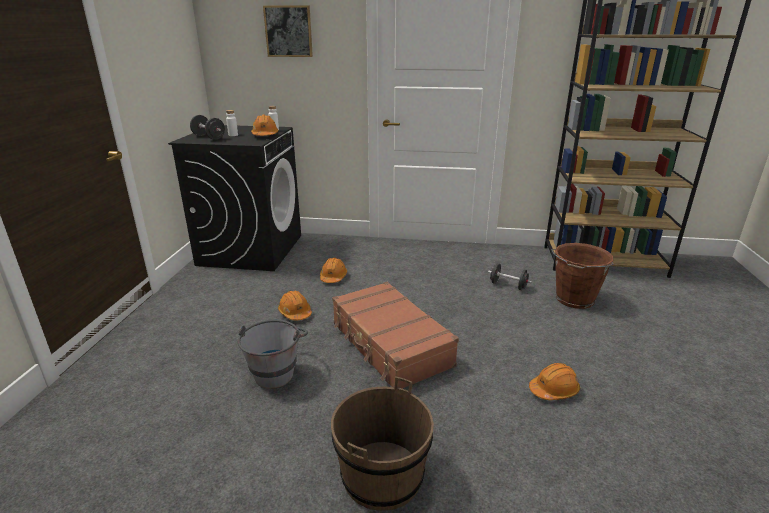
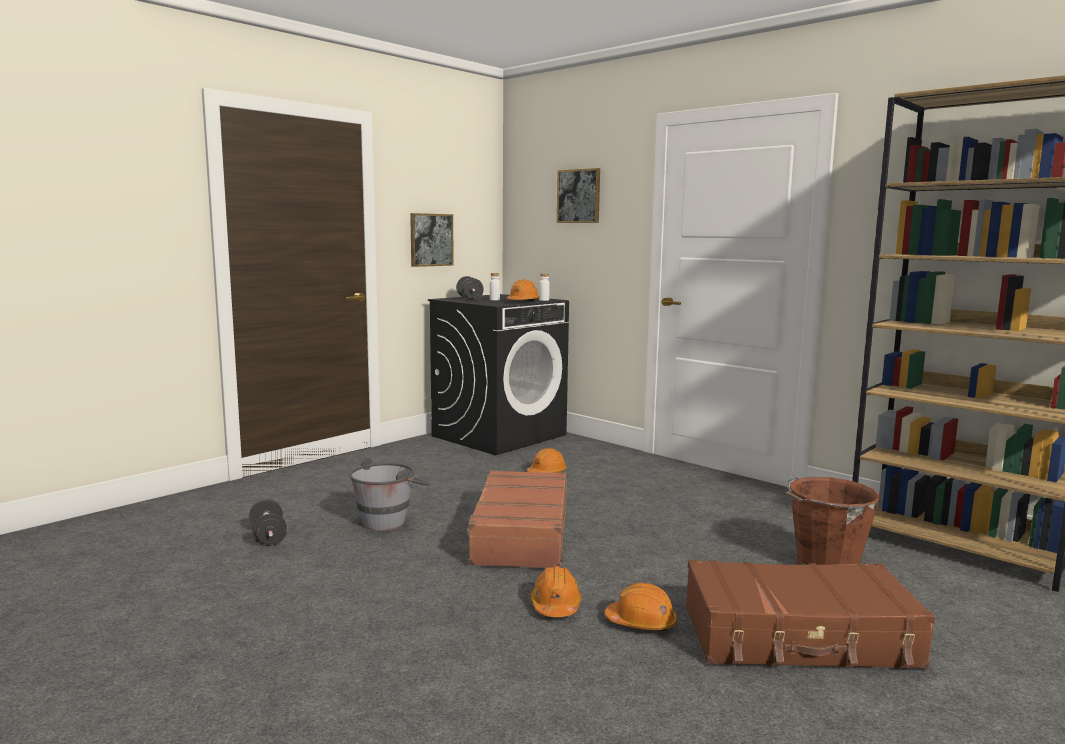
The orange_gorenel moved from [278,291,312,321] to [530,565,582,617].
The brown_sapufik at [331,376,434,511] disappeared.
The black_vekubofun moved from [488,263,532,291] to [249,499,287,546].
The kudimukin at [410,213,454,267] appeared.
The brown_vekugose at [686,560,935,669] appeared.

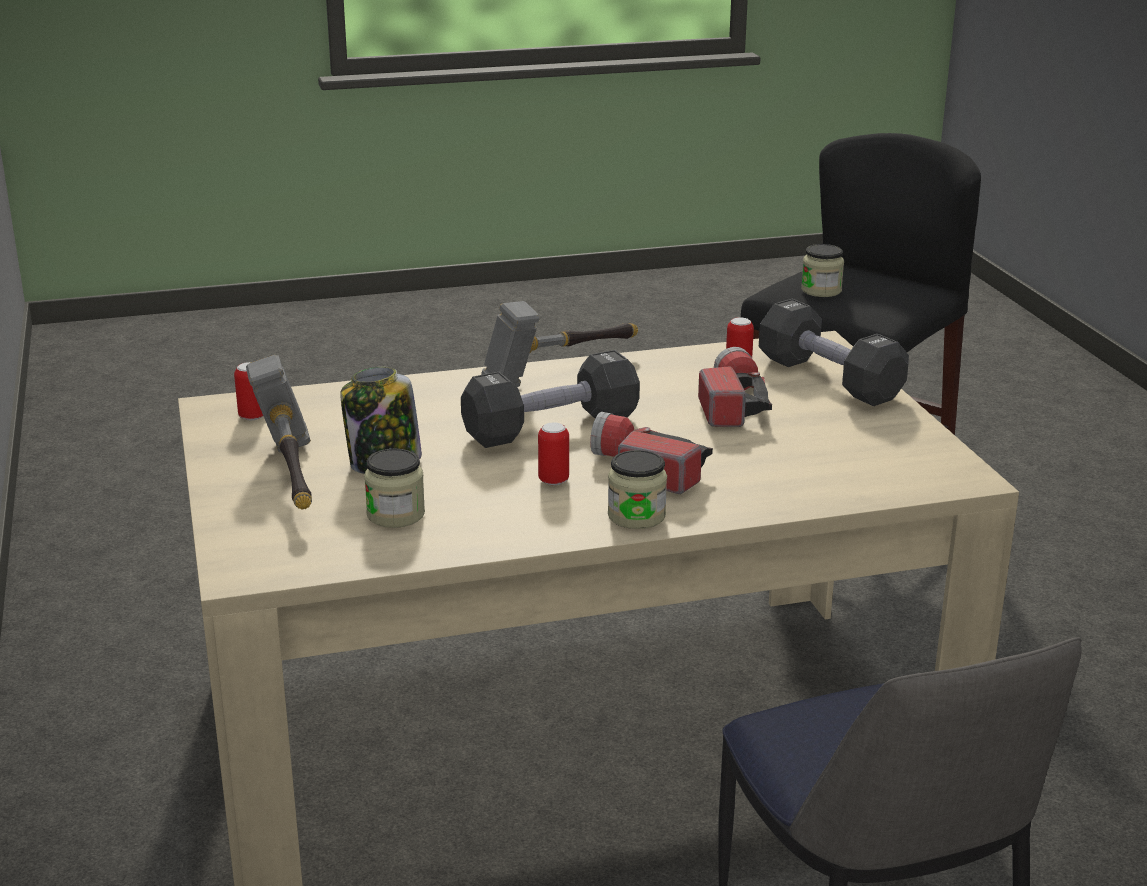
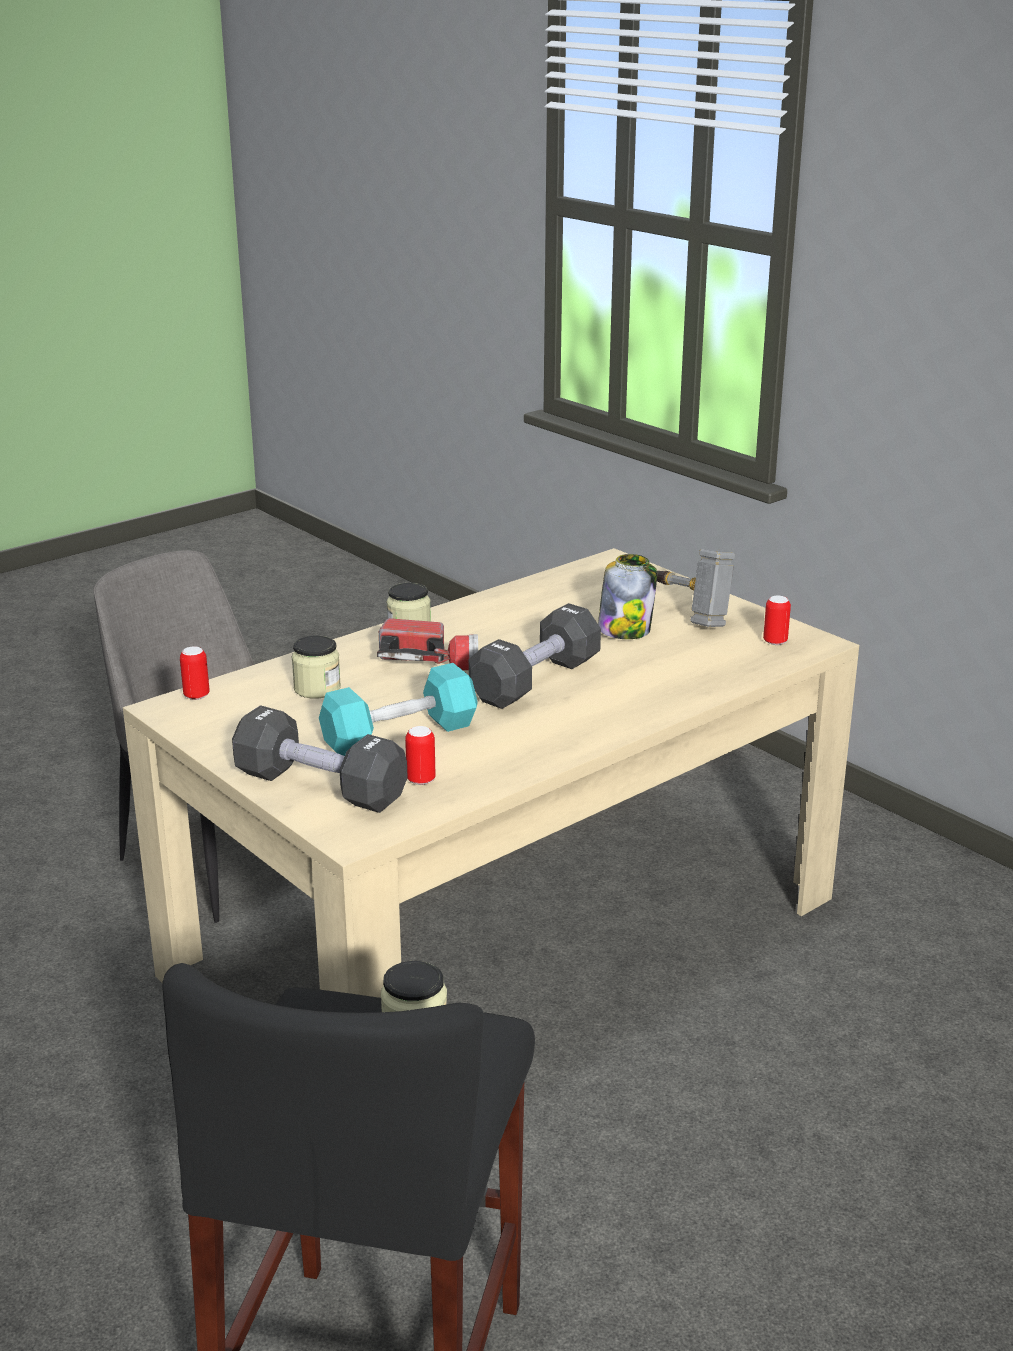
The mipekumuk moved from [364,449,425,528] to [292,636,341,698].
The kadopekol at [481,301,638,387] disappeared.
The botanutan moved from [538,422,569,485] to [180,646,210,700].
The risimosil at [698,347,772,427] was replaced by the turquoise_vekubofun at [319,663,478,756].

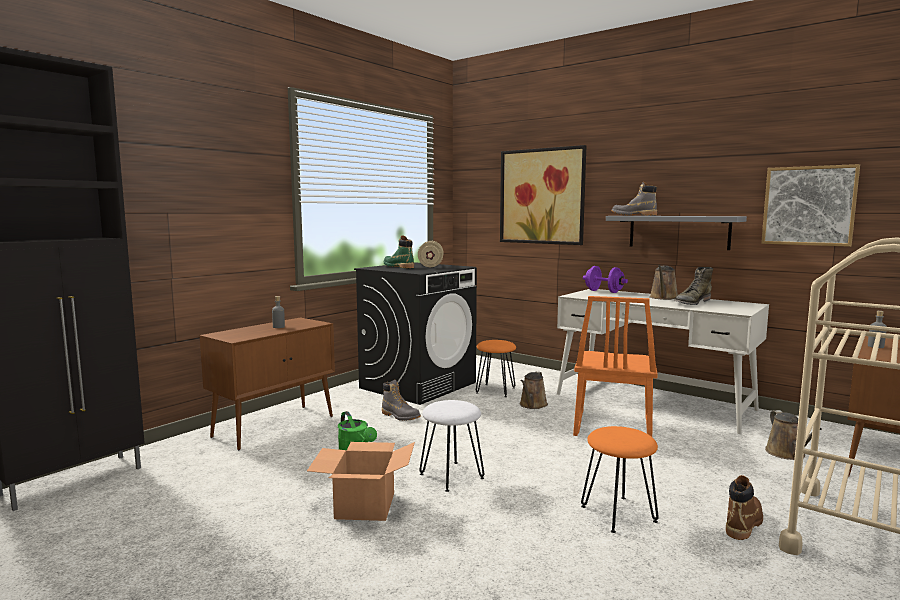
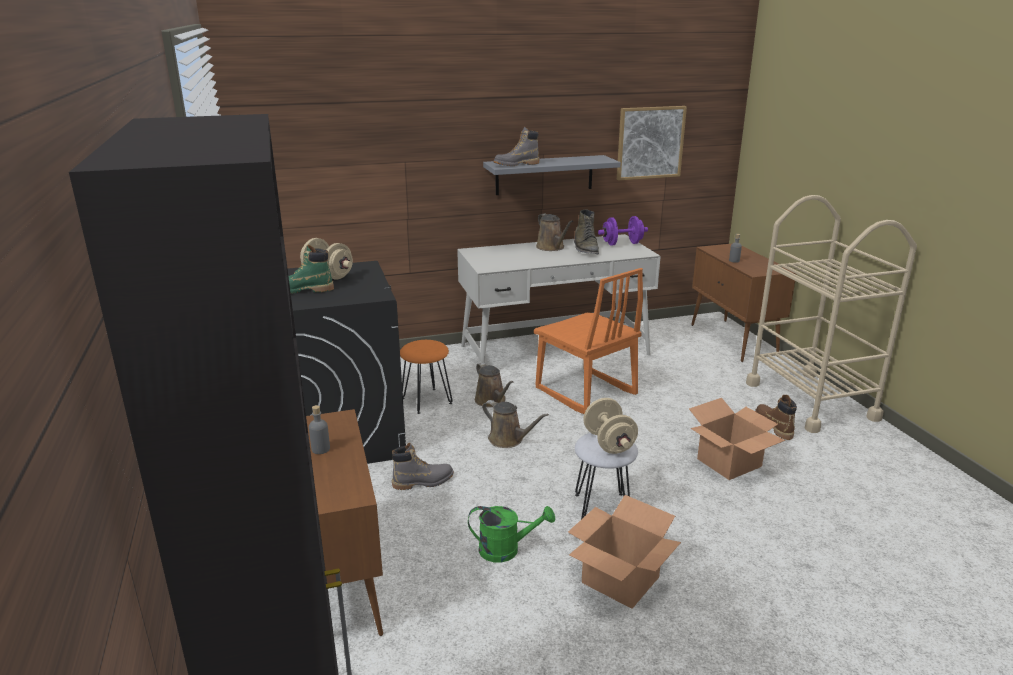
The kudimukin at [500,145,586,245] disappeared.
The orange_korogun at [581,426,659,533] was replaced by the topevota at [689,398,785,480].
The purple_vekubofun moved from [583,266,628,293] to [598,216,648,246].
The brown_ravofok moved from [765,410,822,460] to [482,400,549,448].
The beige_vekubofun at [583,398,638,454] appeared.

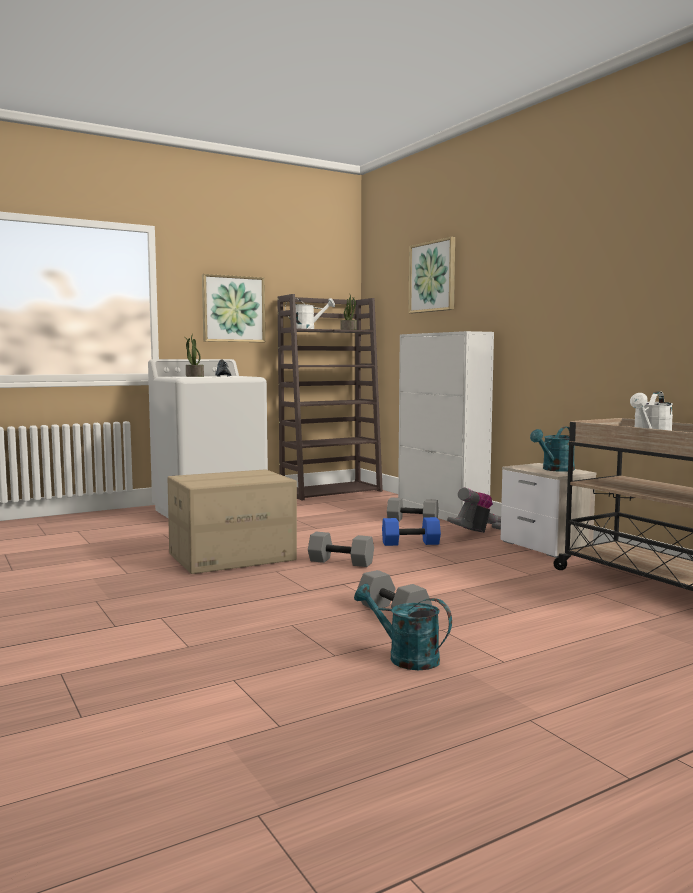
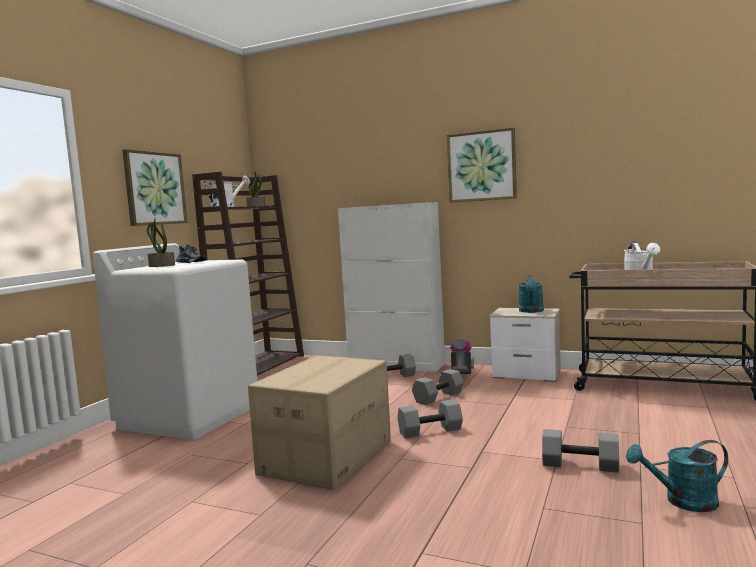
The blue_vekubofun at [382,517,441,546] became the grey_vekubofun at [412,369,464,405].
The kudimukin moved from [409,237,455,313] to [447,127,517,203].

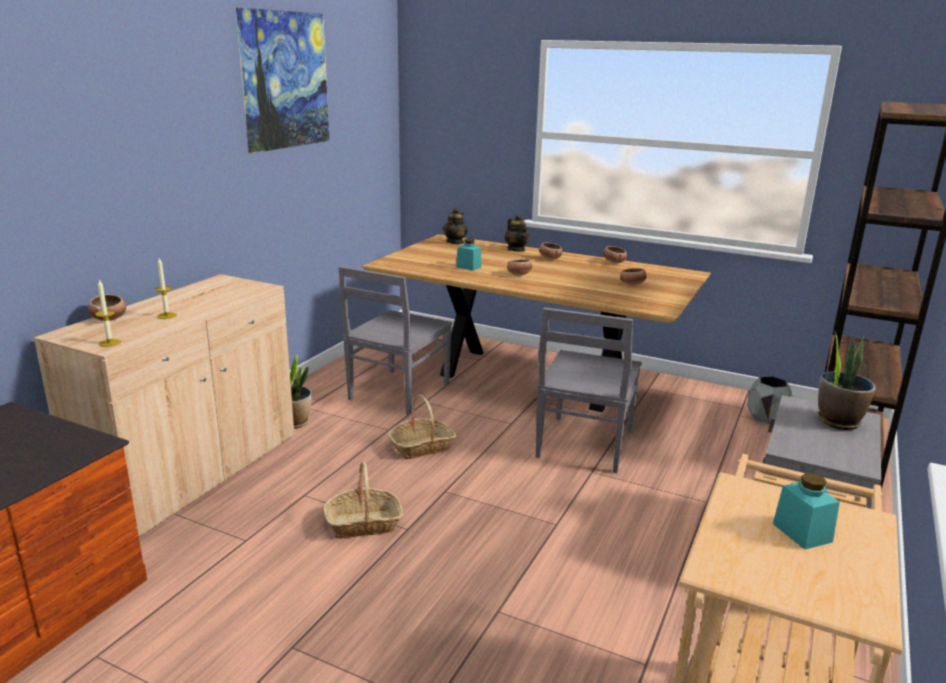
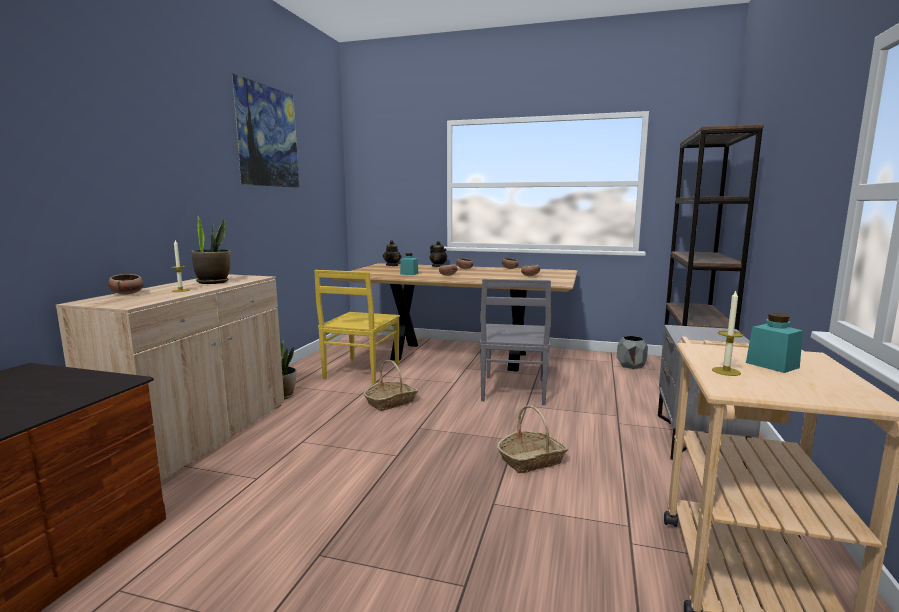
The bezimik moved from [95,279,121,347] to [712,290,743,376].
The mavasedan moved from [323,462,403,539] to [497,405,568,473].
The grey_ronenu at [338,266,453,415] became the yellow_ronenu at [314,270,400,384].
The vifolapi moved from [817,330,876,430] to [191,216,231,284].

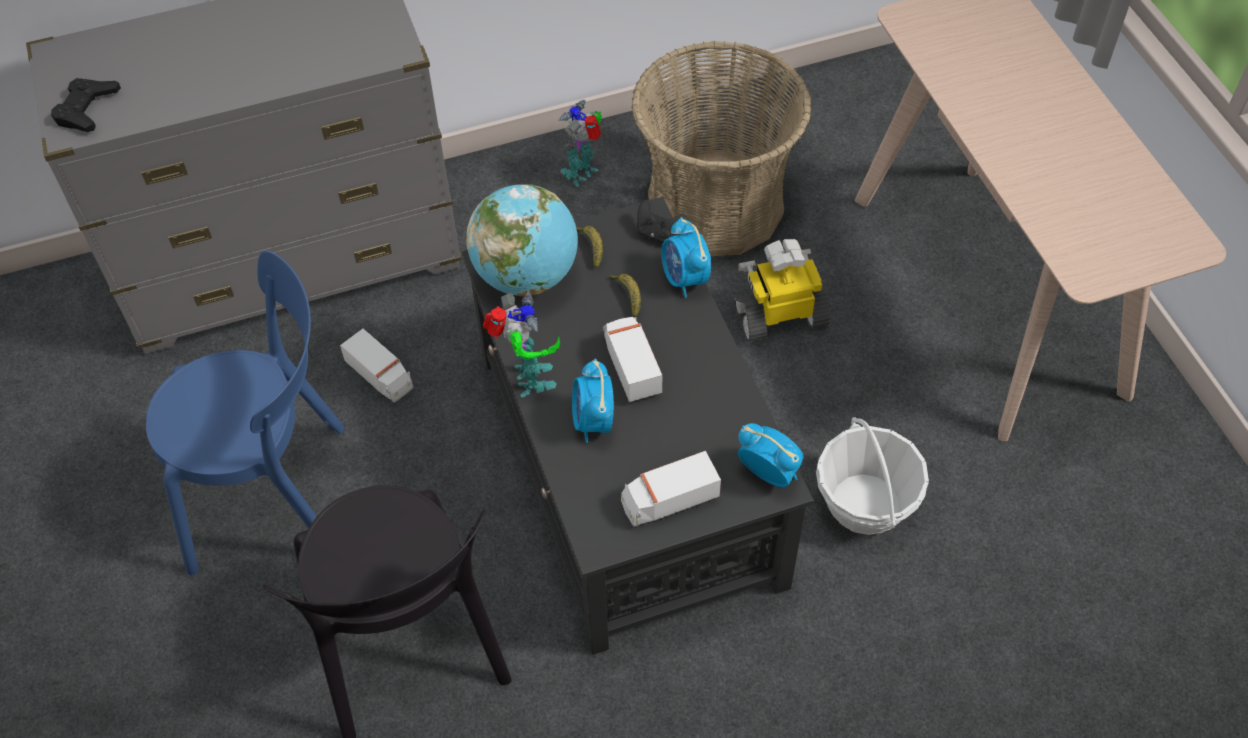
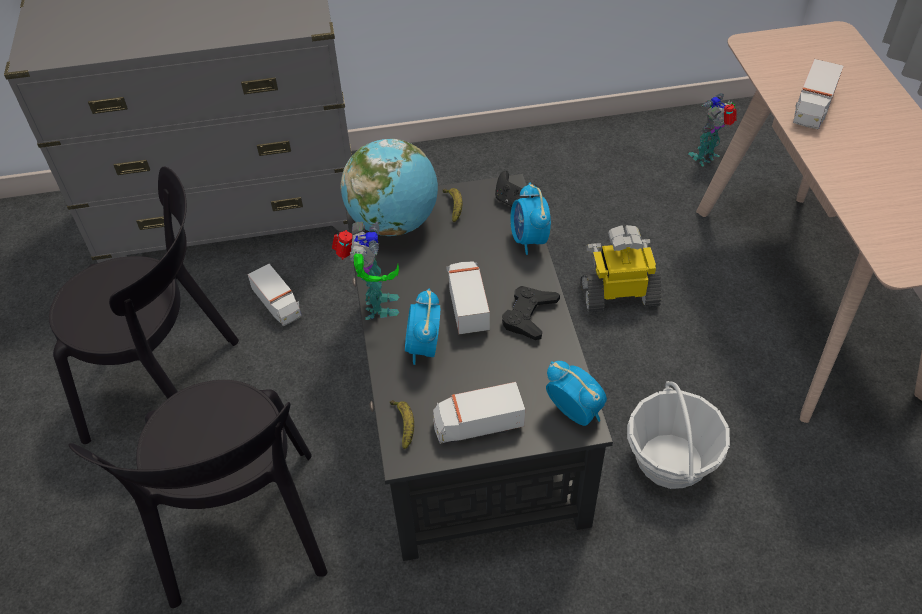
The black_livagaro moved from [51,78,121,132] to [502,286,560,340].
The blue_ronenu at [146,250,344,575] became the black_ronenu at [49,167,239,444].
The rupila moved from [558,100,602,187] to [688,93,736,166].
The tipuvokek moved from [609,274,641,317] to [390,400,414,449].
The mavasedan at [631,41,812,256] disappeared.
The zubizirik at [793,59,843,129] appeared.

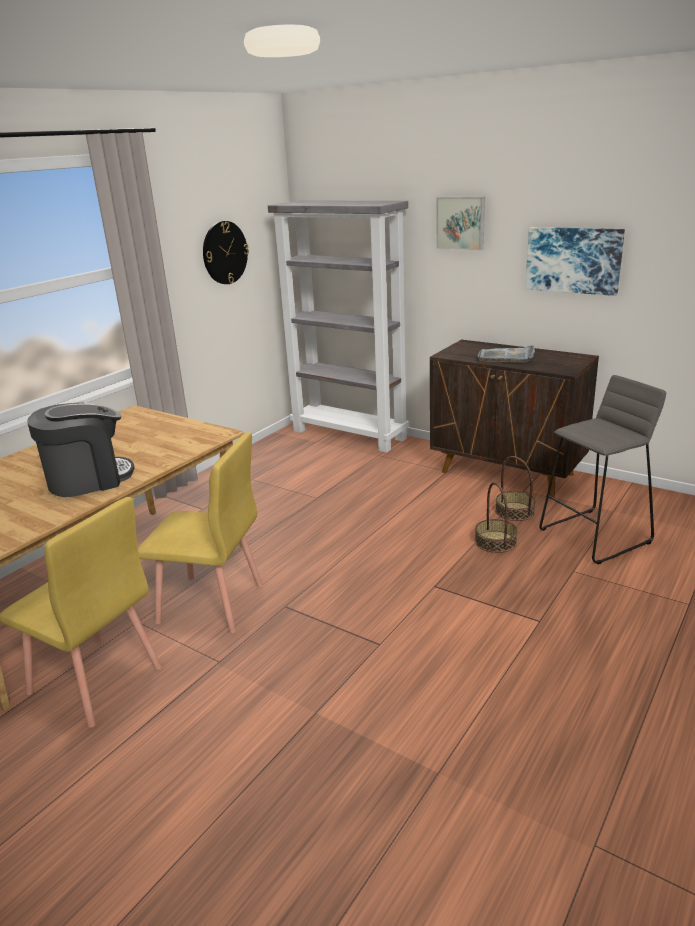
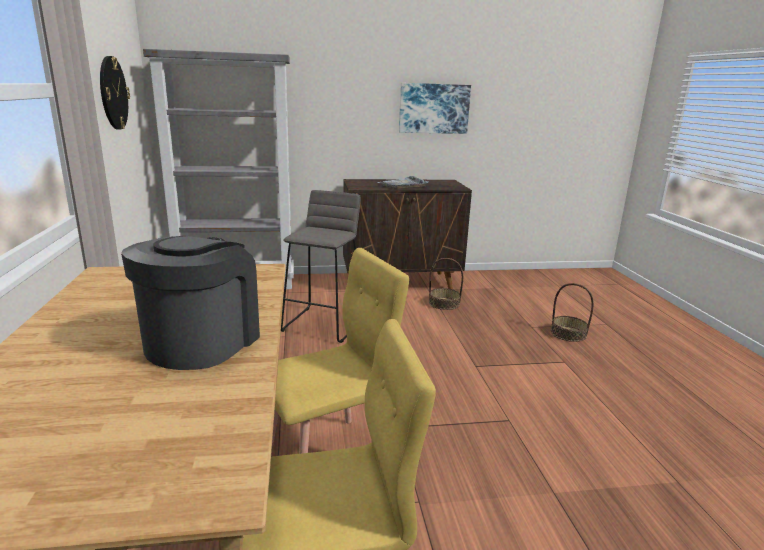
The kudimukin at [436,197,485,250] disappeared.
The mavasedan moved from [475,482,518,553] to [551,283,594,342].
The grey_korogun moved from [539,375,666,564] to [281,190,361,343].

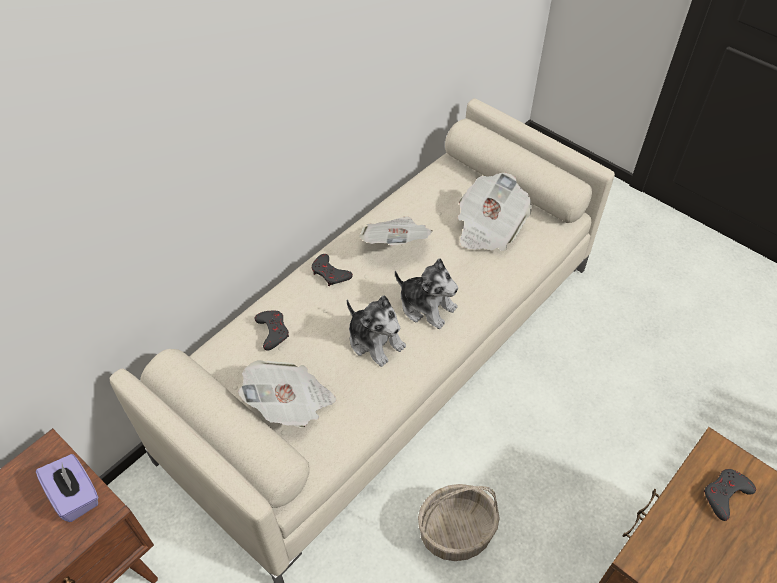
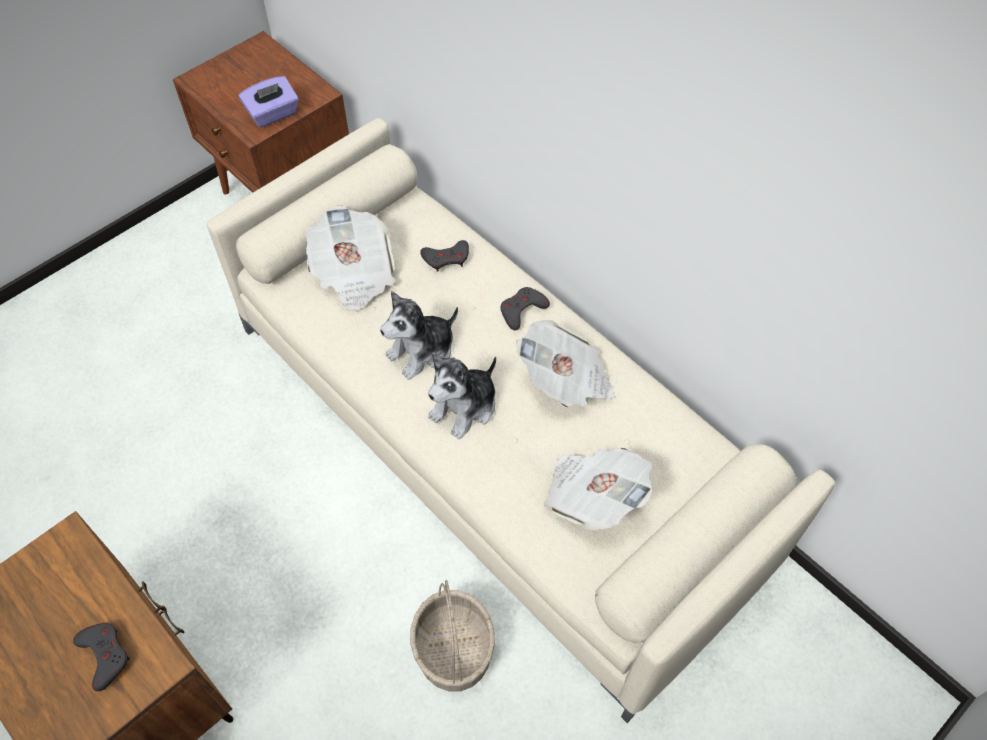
The mavasedan moved from [418,484,500,561] to [410,580,495,691].

